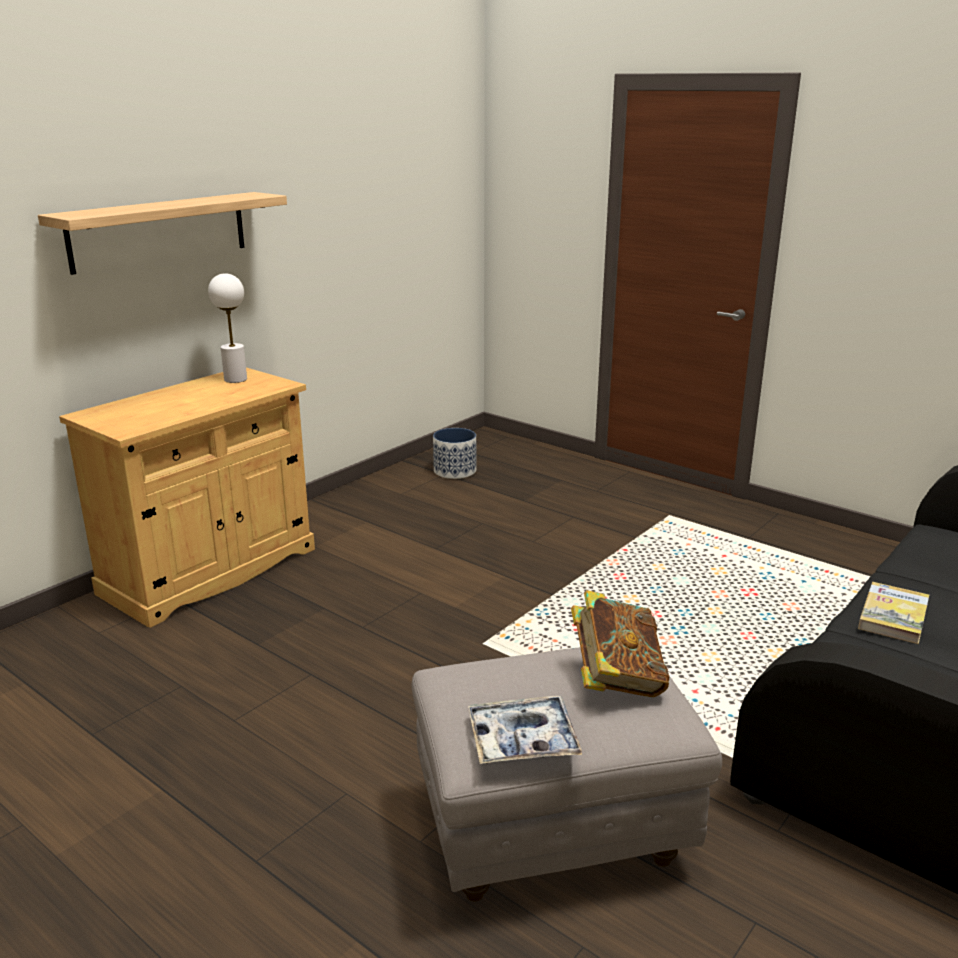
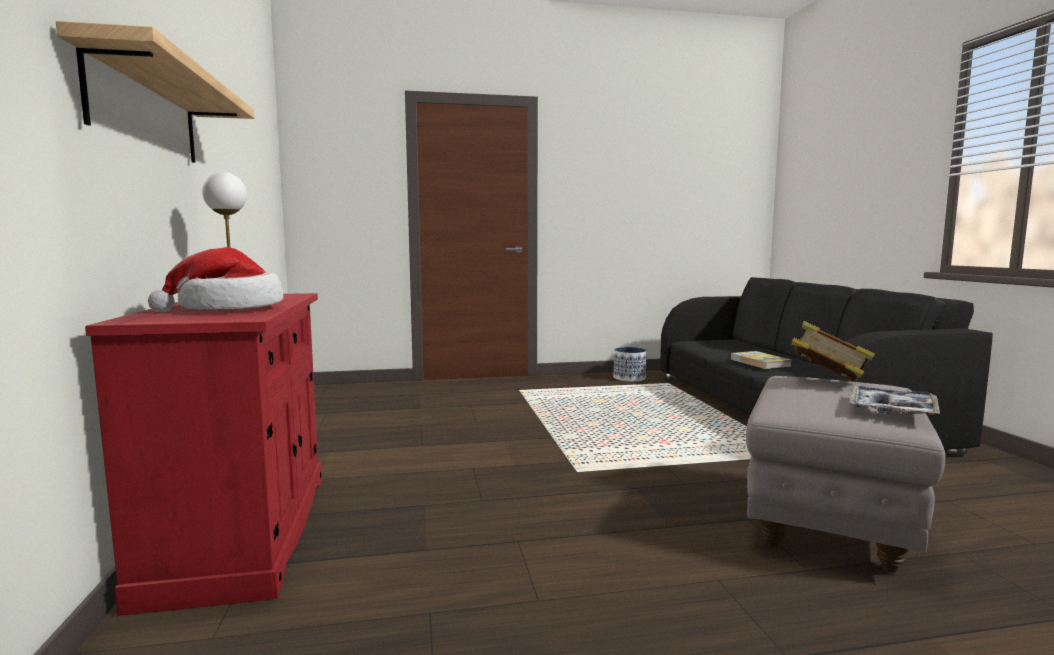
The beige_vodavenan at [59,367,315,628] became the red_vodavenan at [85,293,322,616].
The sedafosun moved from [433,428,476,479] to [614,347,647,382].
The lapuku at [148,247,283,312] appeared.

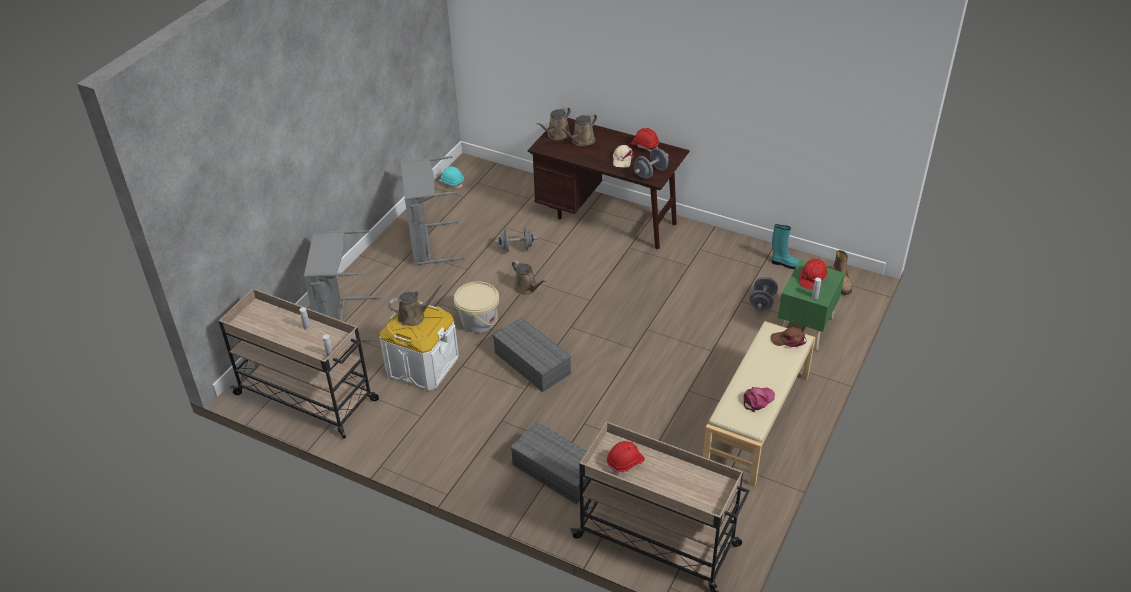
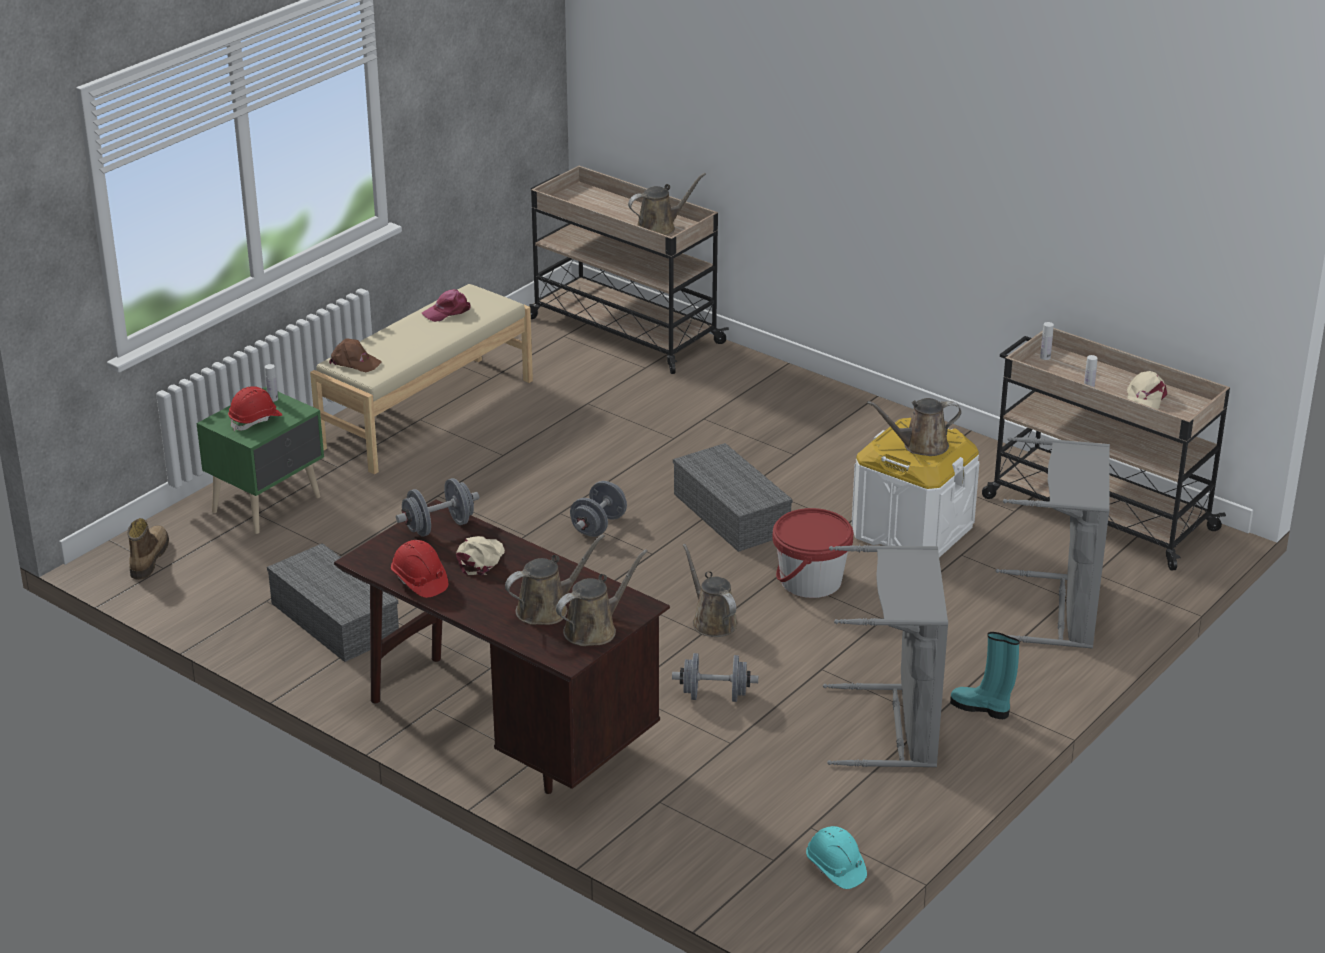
The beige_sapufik at [454,281,499,333] became the red_sapufik at [772,508,853,598].
The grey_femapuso moved from [510,422,589,504] to [267,543,399,662].
The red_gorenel at [607,441,645,475] was replaced by the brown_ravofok at [628,173,706,236].
The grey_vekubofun moved from [749,277,778,310] to [570,481,627,537].
The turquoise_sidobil moved from [772,224,800,269] to [950,632,1019,719].
The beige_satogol at [1127,371,1167,409] appeared.

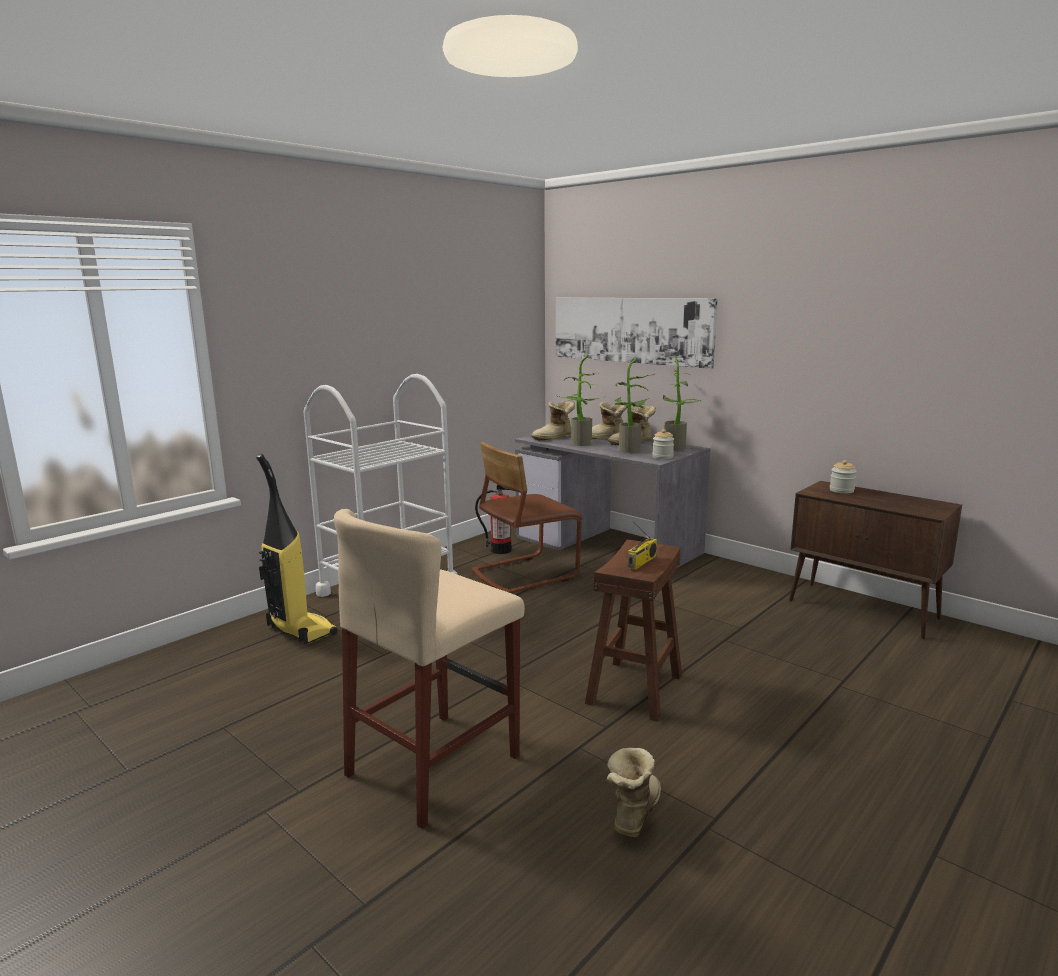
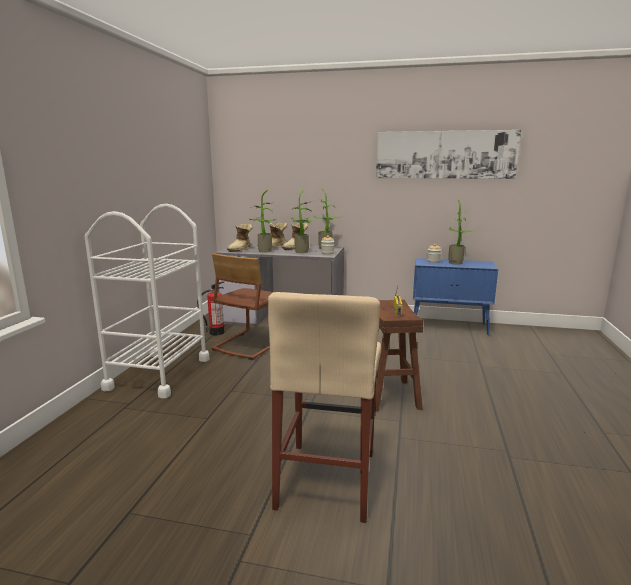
The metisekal at [256,453,338,644] disappeared.
The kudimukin moved from [556,297,718,369] to [376,130,521,179].
The sidobil at [606,748,661,838] disappeared.
The brown_vodavenan at [789,481,962,639] became the blue_vodavenan at [413,258,498,335].
The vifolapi at [448,200,476,265] appeared.

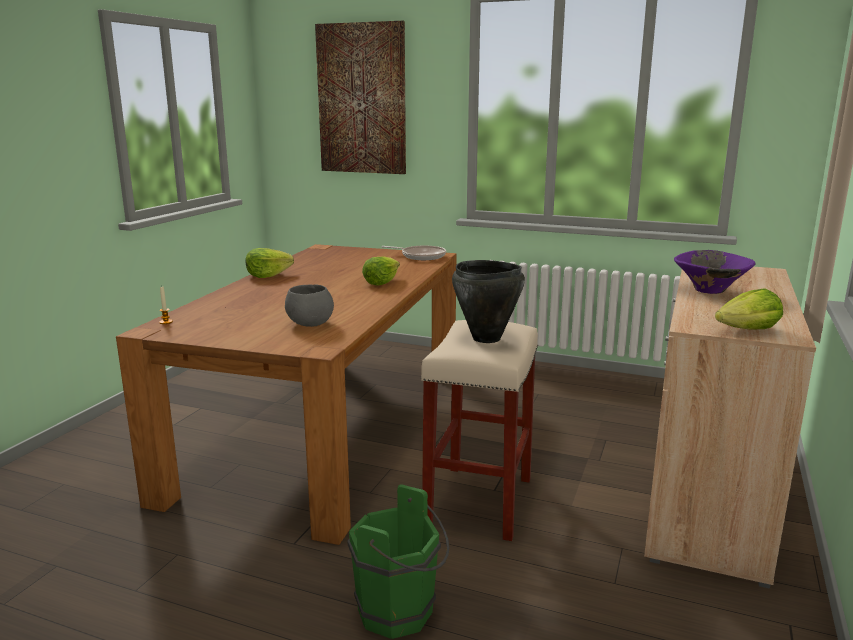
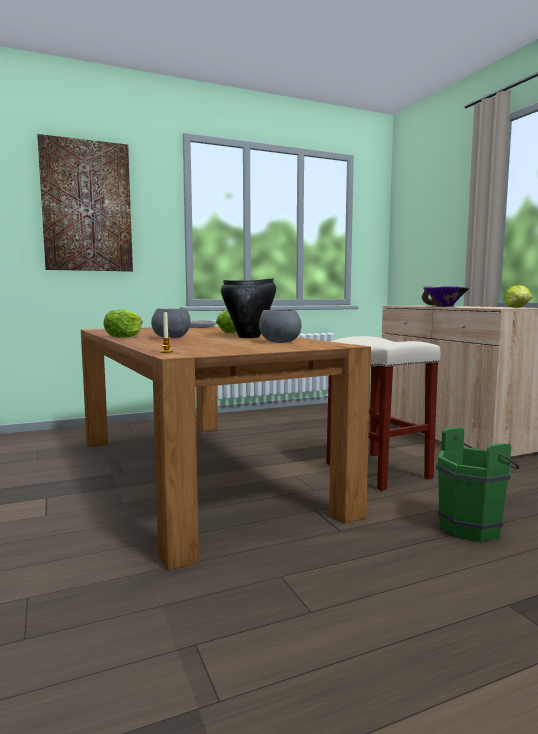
The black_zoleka moved from [452,260,525,343] to [221,278,276,338].
The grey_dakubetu at [151,308,191,338] appeared.

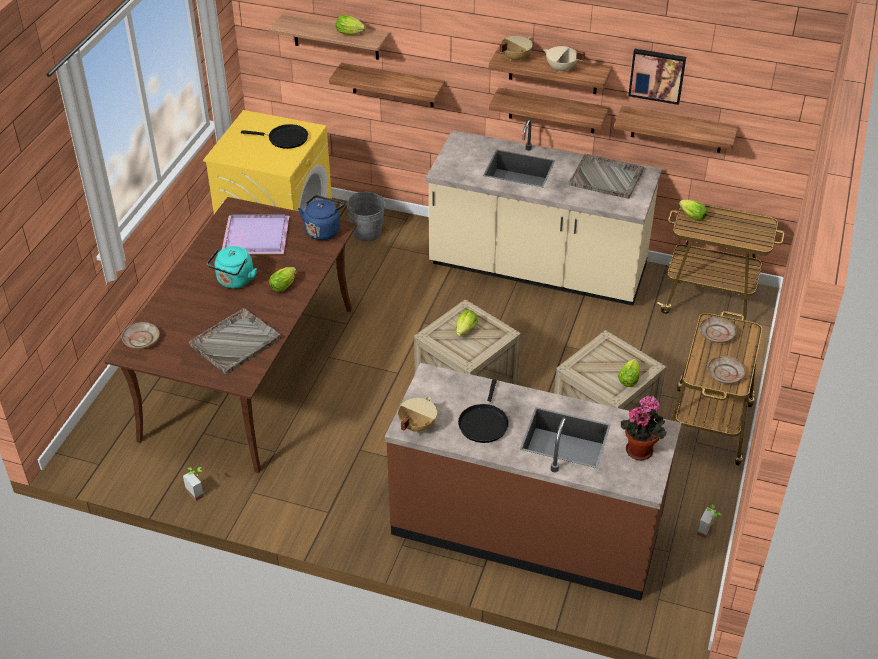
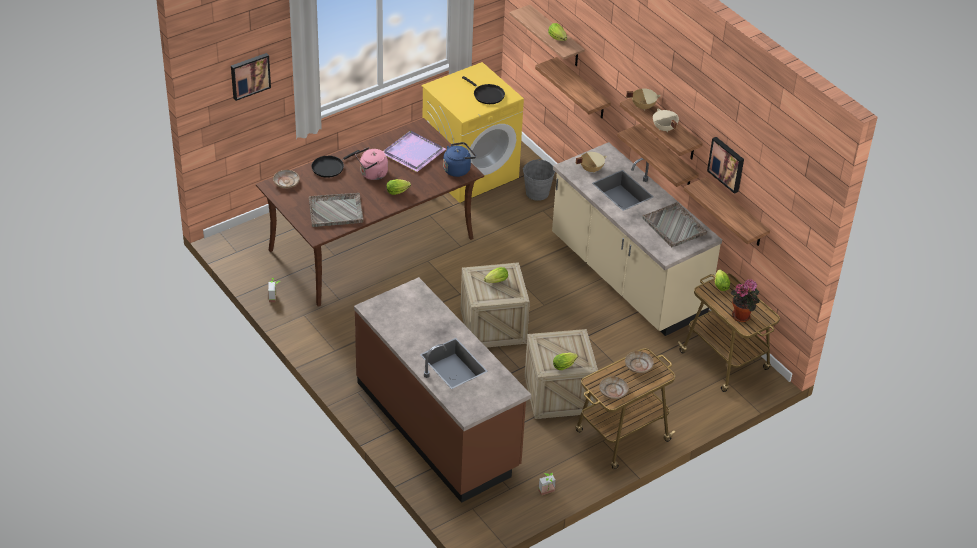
The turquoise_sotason at [207,246,257,289] became the pink_sotason at [355,147,388,180].
The beige_zoleka moved from [398,397,437,432] to [576,152,607,173].
The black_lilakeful moved from [458,379,509,443] to [311,150,359,178].
The vifolapi moved from [621,396,666,460] to [731,279,760,322].
The kudimukin at [231,53,271,101] appeared.

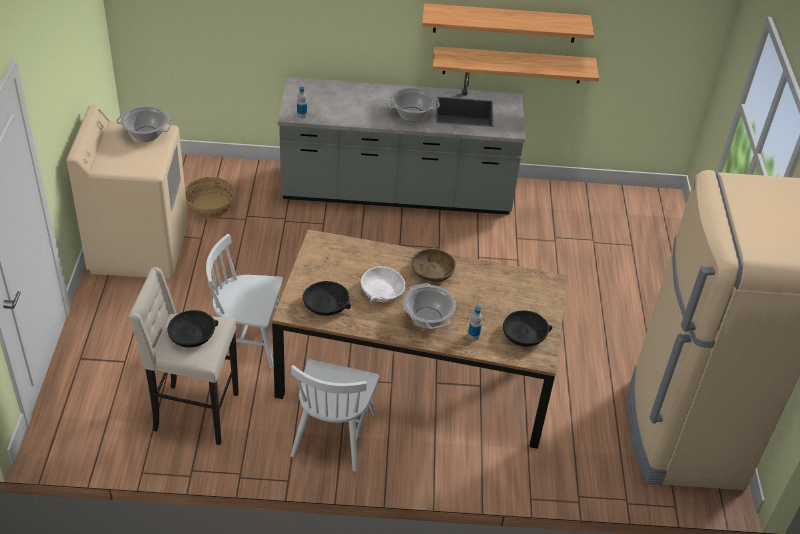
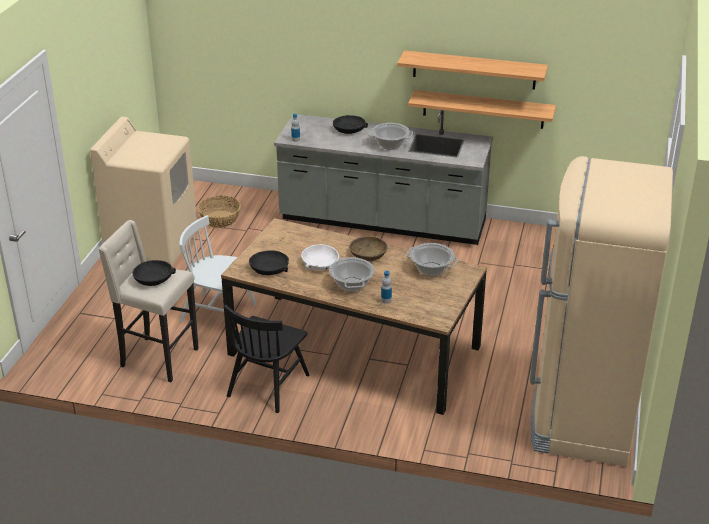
The zoleka moved from [116,106,173,142] to [405,243,459,276].
The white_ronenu at [291,359,380,472] became the black_ronenu at [224,305,309,413].
The black_dakubetu moved from [503,310,552,347] to [333,115,368,134].

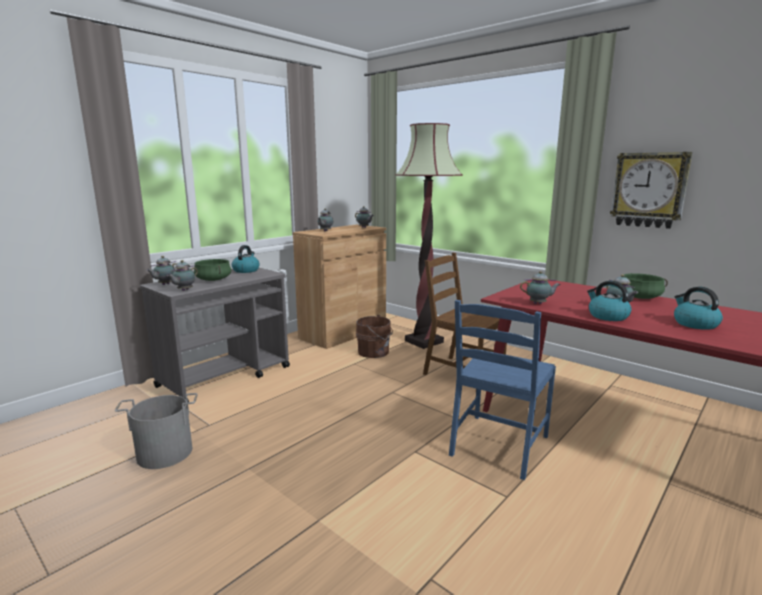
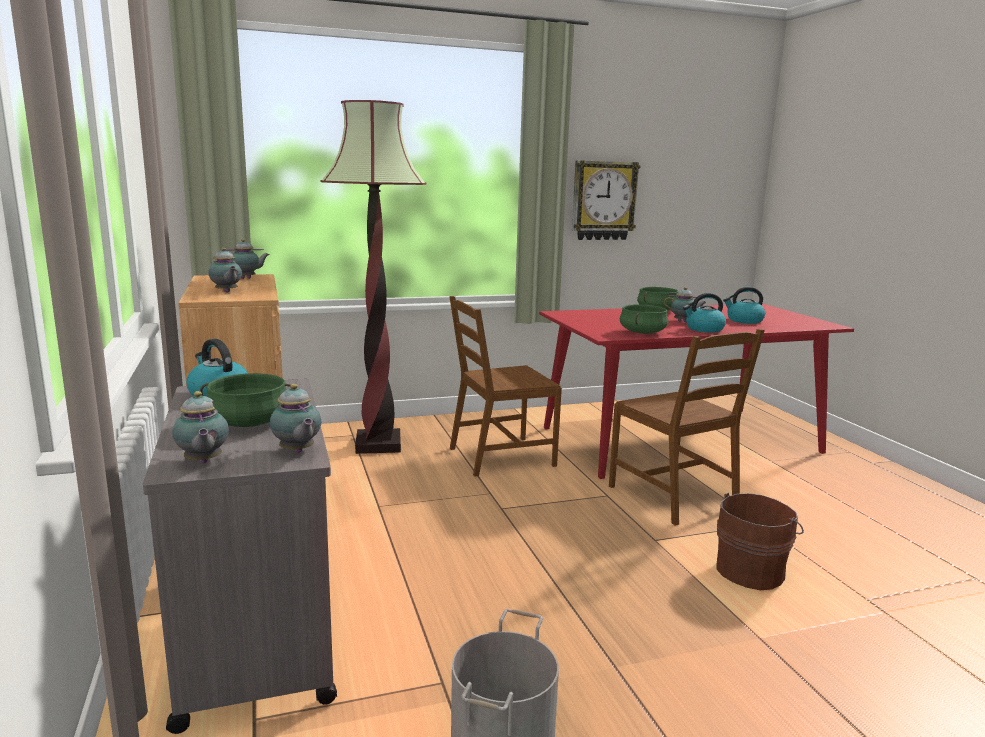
The brown_sapufik moved from [356,315,393,358] to [716,493,804,590].
The blue_ronenu at [449,300,556,480] became the brown_ronenu at [609,329,765,526].
The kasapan at [520,271,560,304] was replaced by the green_zoleka at [620,304,668,334].

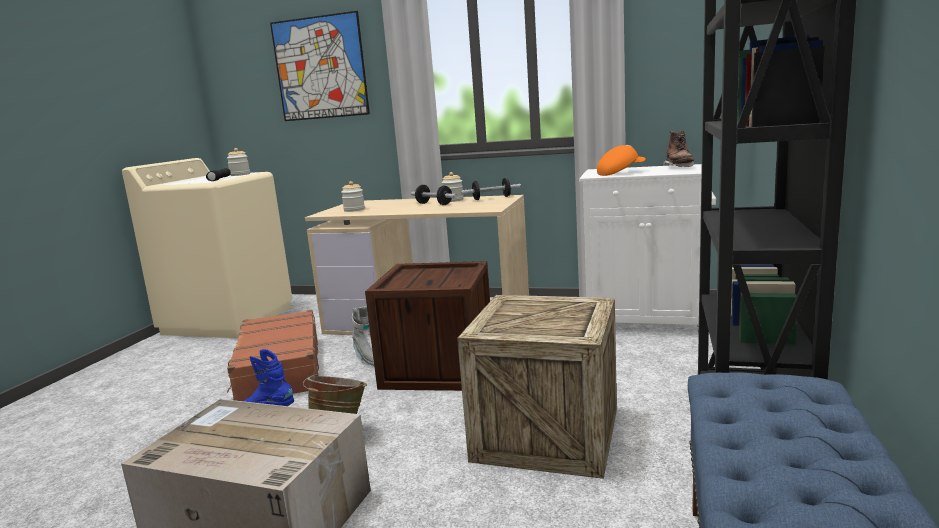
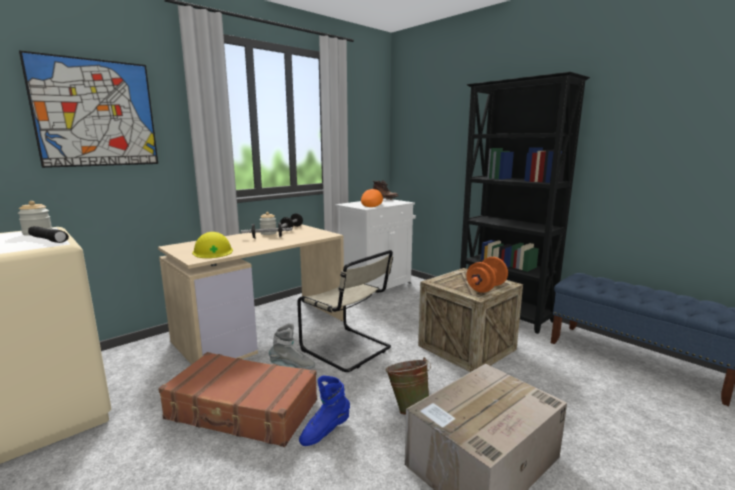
The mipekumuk at [341,181,365,212] was replaced by the yellow_gorenel at [192,232,233,258].
The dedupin at [365,261,490,391] was replaced by the beige_ronenu at [297,250,393,372].
The orange_vekubofun at [466,257,508,293] appeared.

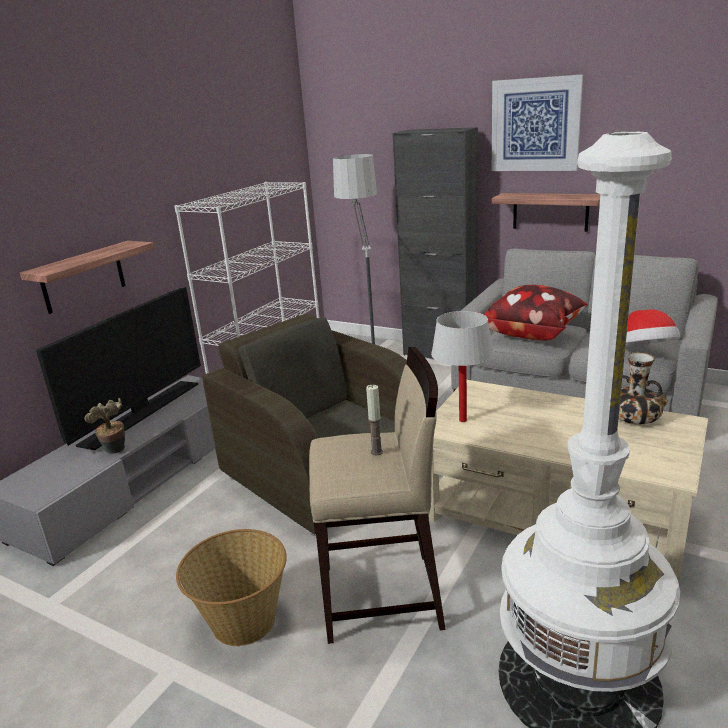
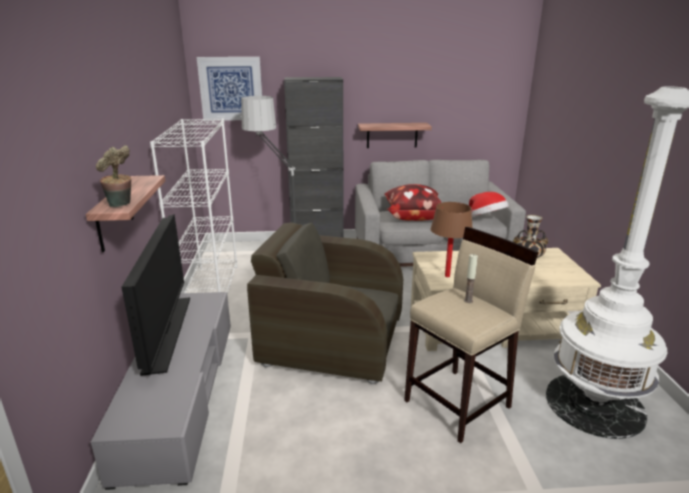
The vifolapi moved from [84,398,125,454] to [96,145,131,207].
The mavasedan at [176,529,287,646] disappeared.
The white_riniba at [431,311,494,422] became the brown_riniba at [431,202,473,277].
The kudimukin moved from [492,74,583,171] to [197,57,262,121].

